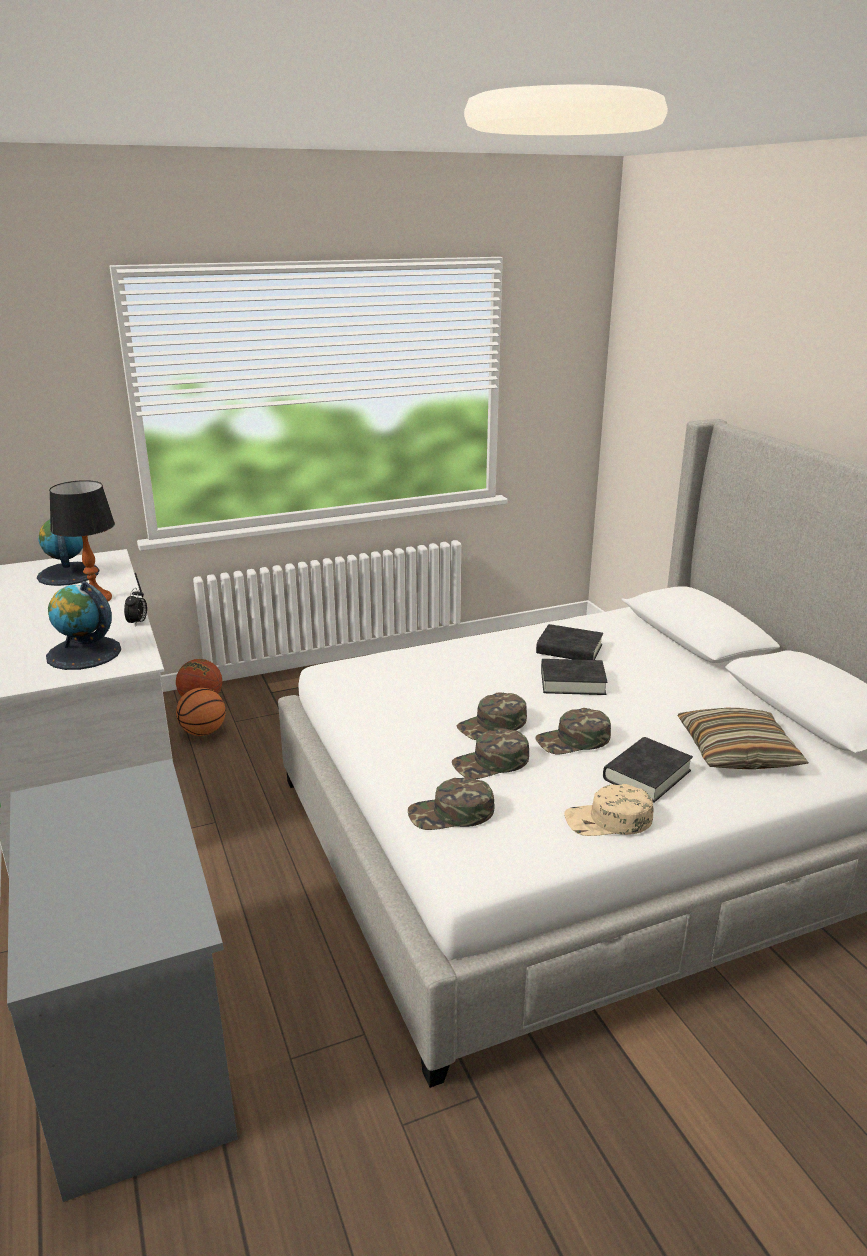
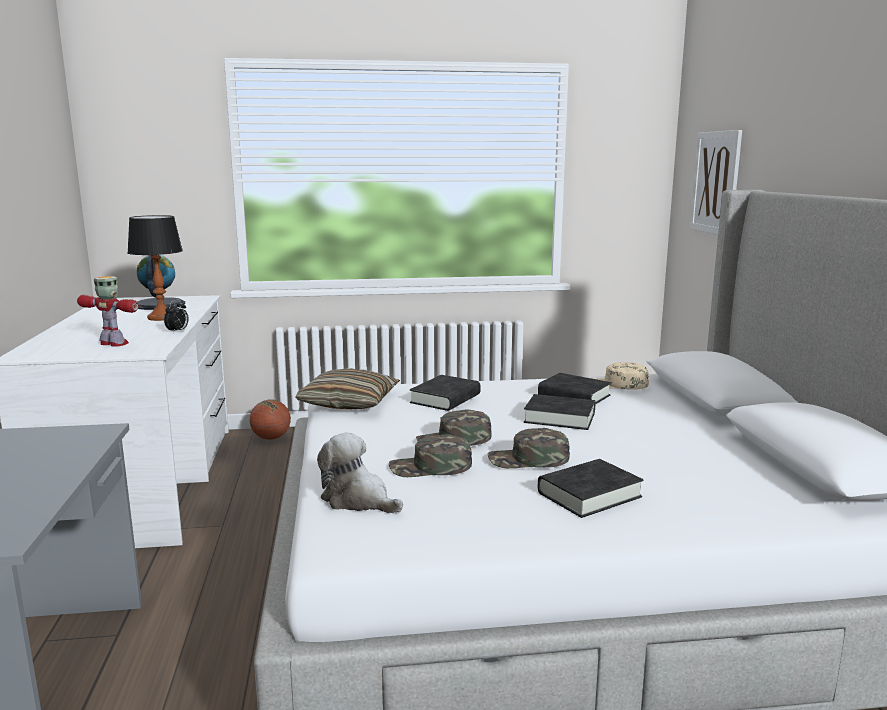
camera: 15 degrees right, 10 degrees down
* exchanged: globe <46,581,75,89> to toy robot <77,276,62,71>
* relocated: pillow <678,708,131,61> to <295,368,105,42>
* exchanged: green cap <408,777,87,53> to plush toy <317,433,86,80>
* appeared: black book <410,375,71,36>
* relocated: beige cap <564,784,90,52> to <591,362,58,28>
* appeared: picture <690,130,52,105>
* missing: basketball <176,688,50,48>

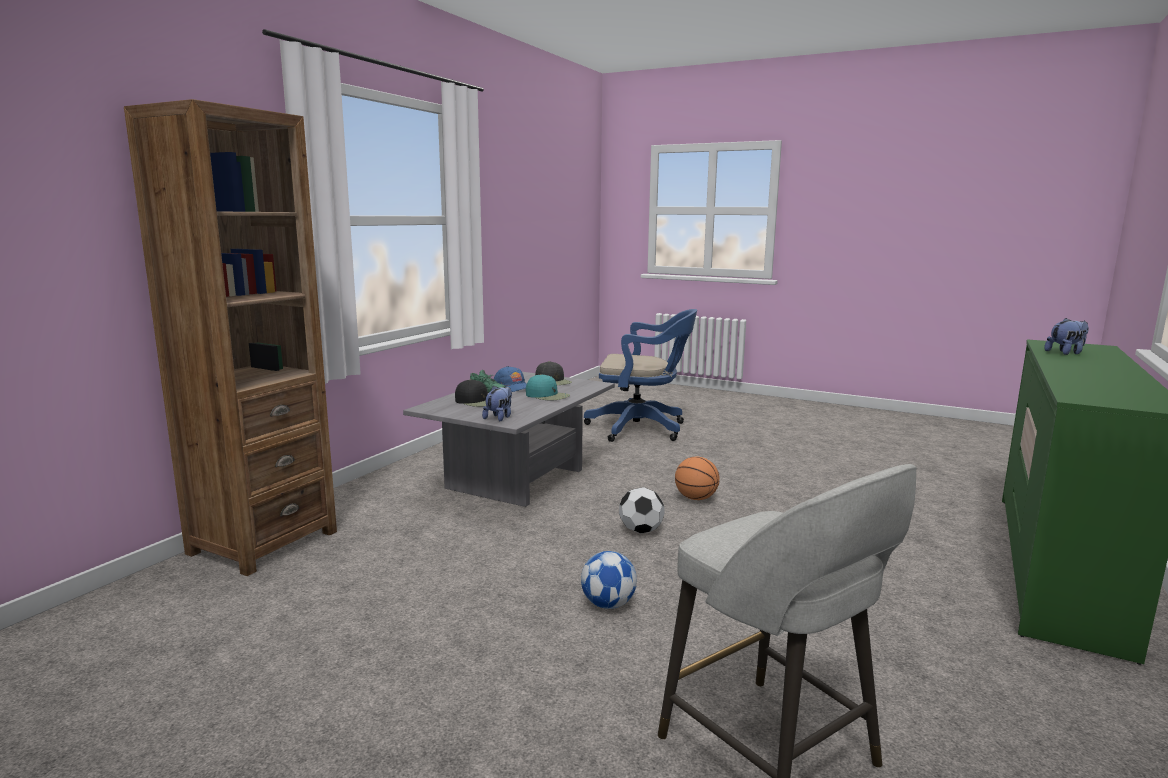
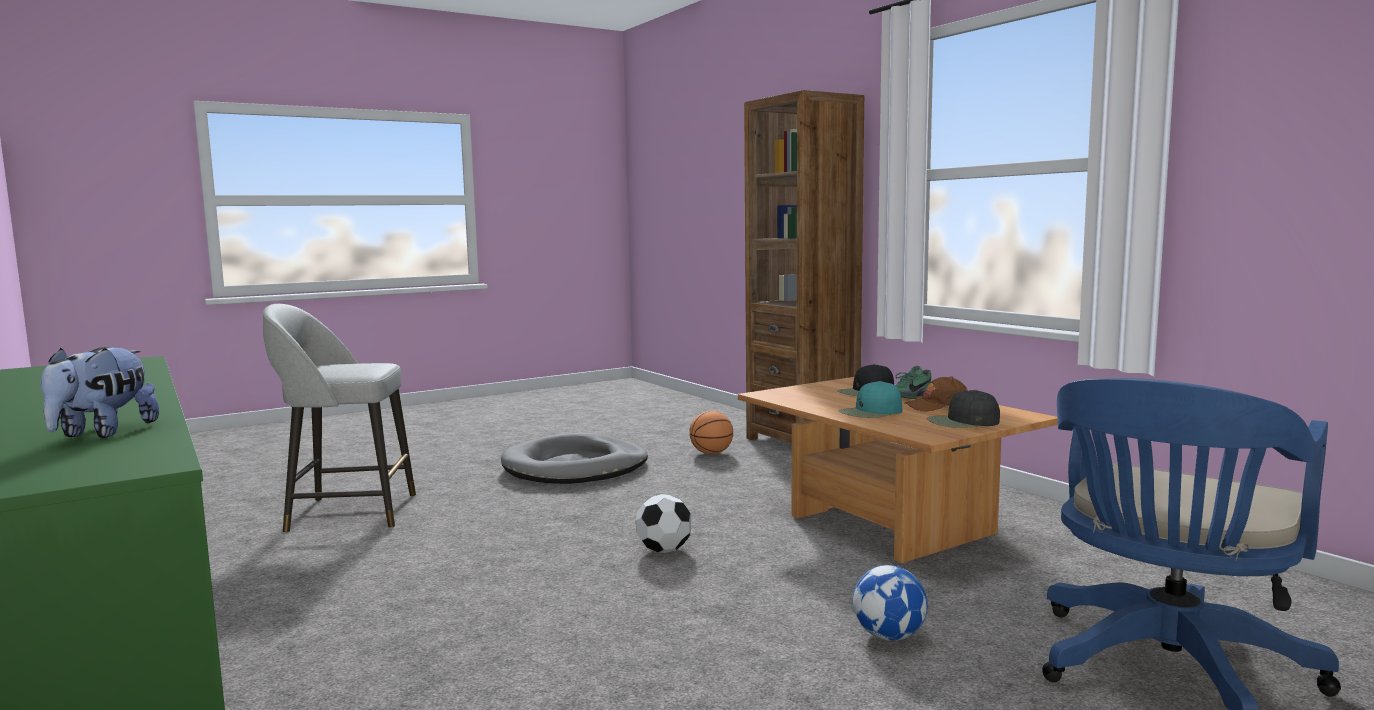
camera: 120 degrees right, 5 degrees down
* appeared: grey dog bed <501,433,147,51>
* relocated: basketball <675,457,45,43> to <689,411,44,43>
* colour: grey coffee table <403,372,212,135> to brown coffee table <738,377,320,186>
* relocated: football <581,551,56,58> to <853,565,75,76>
* colour: blue cap <494,366,32,26> to brown cap <905,376,63,36>
* missing: plush toy <482,385,30,36>

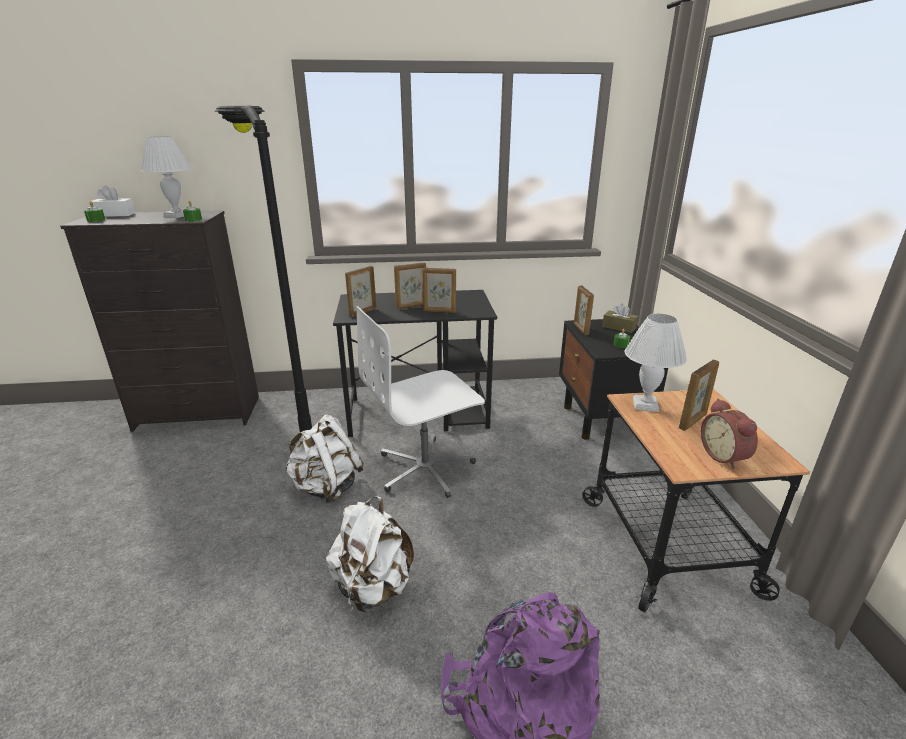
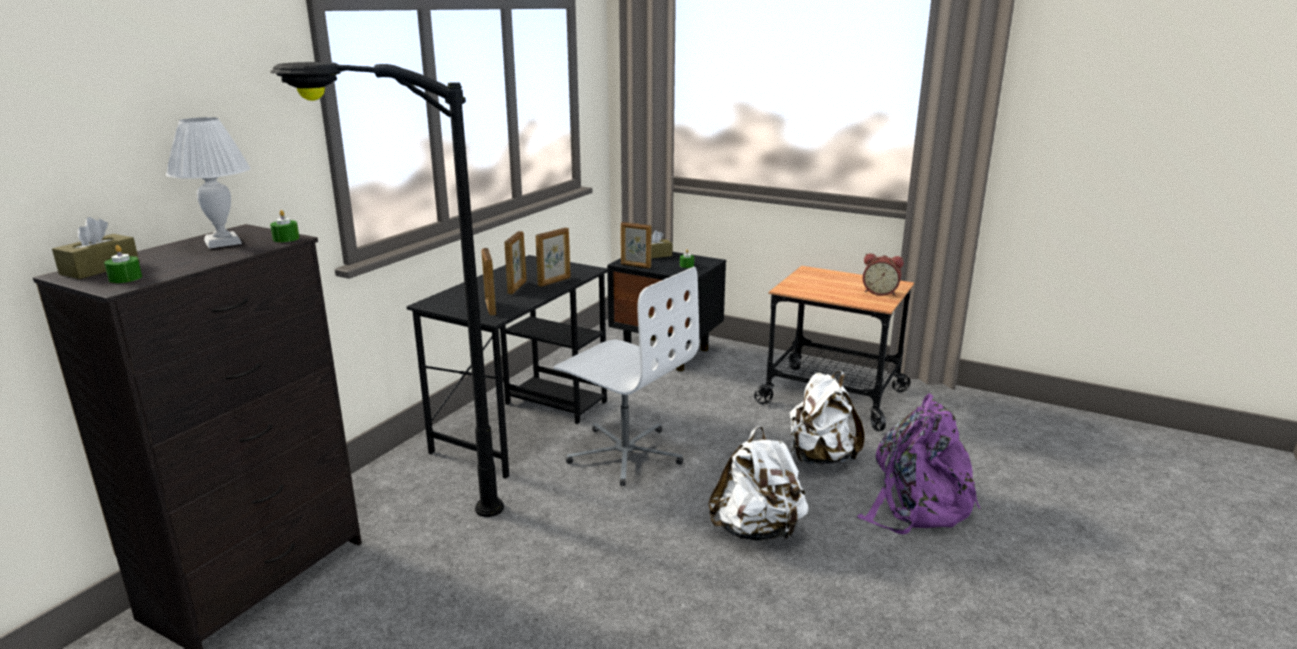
camera: 55 degrees left, 5 degrees down
* colour: white tissue box <89,185,46,32> to brown tissue box <52,217,87,62>
* spun: white office chair <356,306,129,192> = <554,267,145,219> 60 degrees counterclockwise
* relocated: white backpack <284,414,80,90> to <790,371,75,94>
* missing: white table lamp <625,313,62,99>
* missing: picture frame <679,360,40,71>

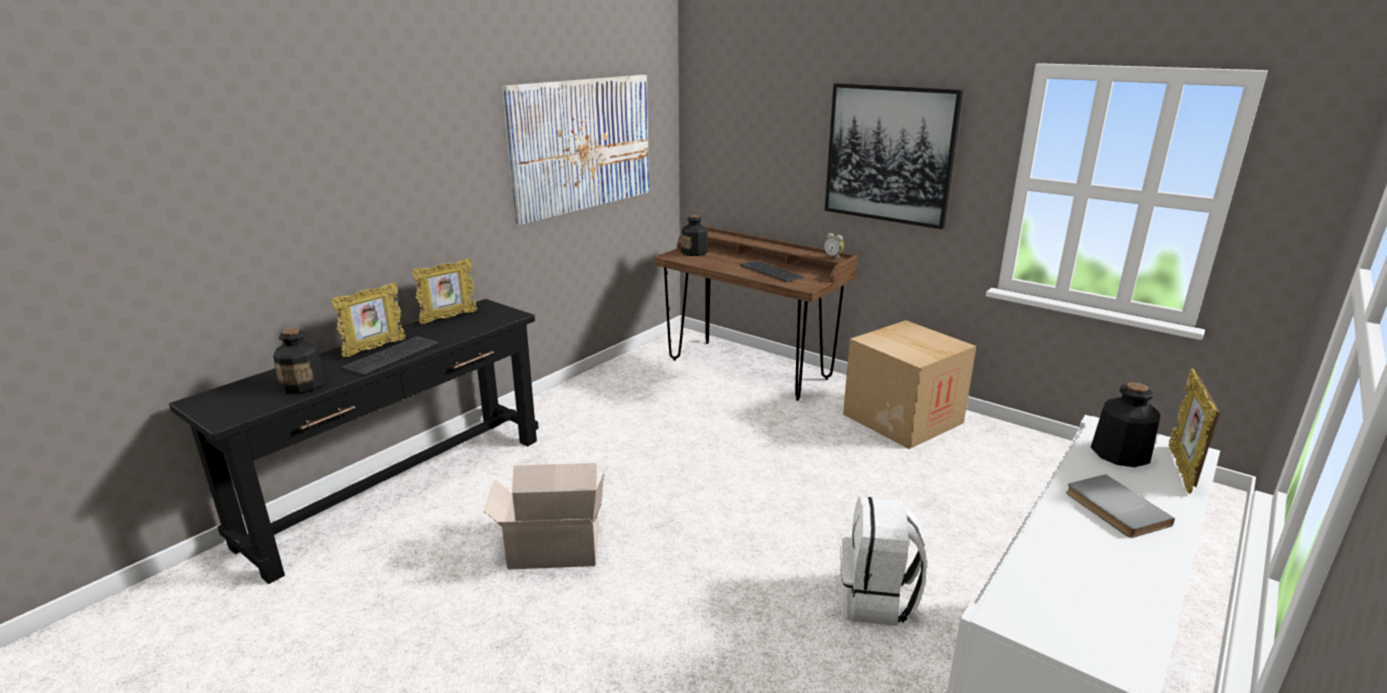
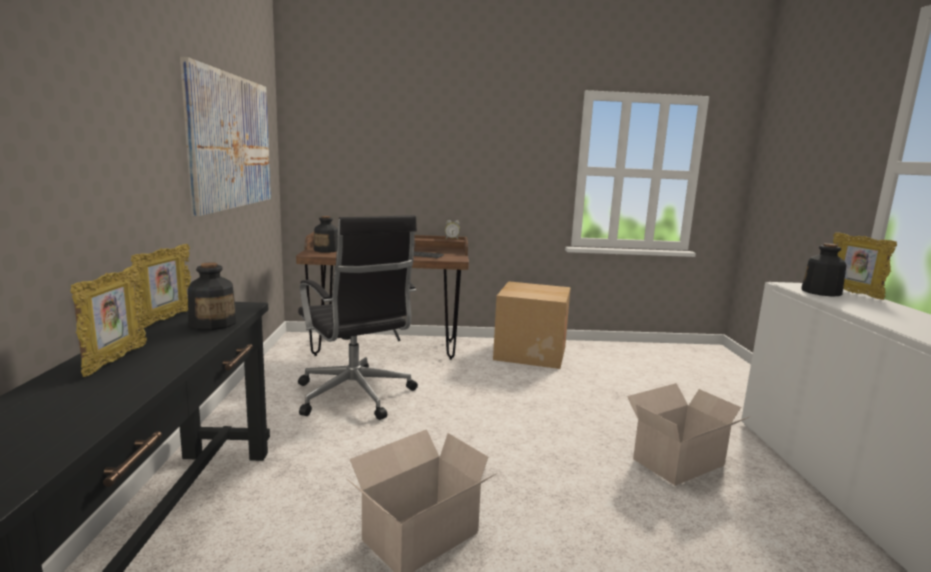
camera: 40 degrees left, 10 degrees down
* relocated: bottle <273,328,53,66> to <188,262,49,68>
* appeared: black office chair <298,215,120,205>
* exchanged: white backpack <840,497,87,129> to cardboard box <627,383,124,103>
* missing: keyboard <342,336,97,39>
* missing: picture <825,83,138,146>
* missing: grey book <1066,474,109,64>

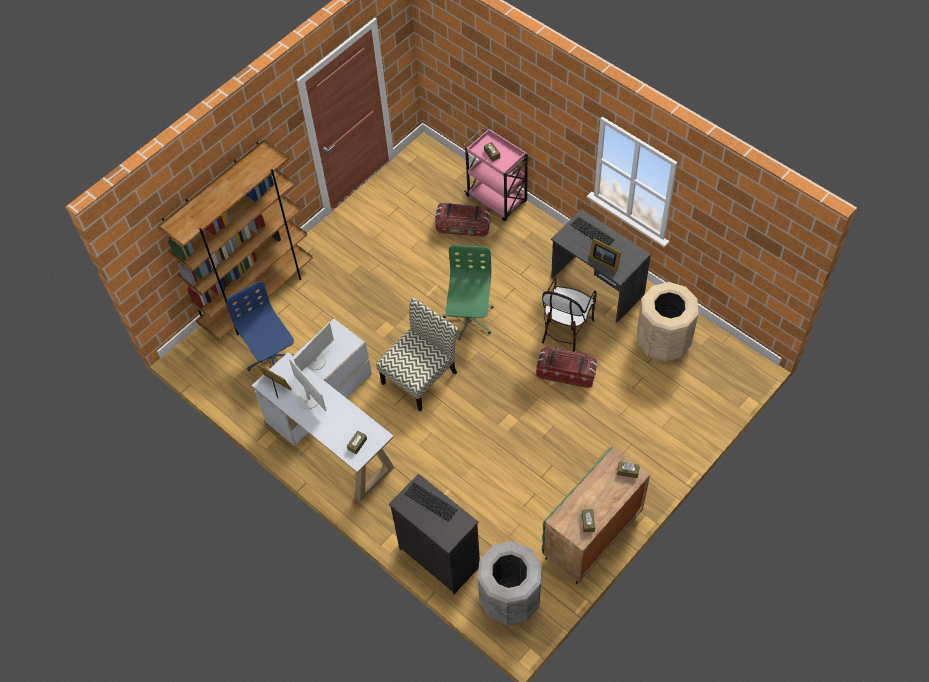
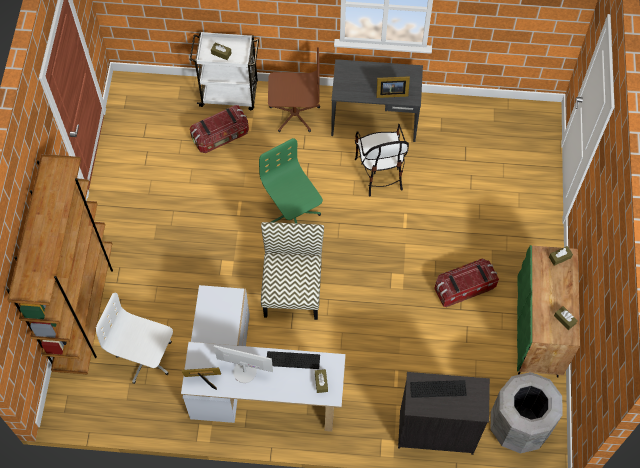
camera: 40 degrees left, 5 degrees up
* colour: blue office chair <226,281,69,90> to white office chair <96,293,77,91>
* colour: pink cart <463,128,67,93> to white cart <190,31,69,79>
* relocated: keyboard <570,217,45,29> to <267,351,53,18>
* appeared: brown office chair <268,47,52,85>
* relocated: storage box <536,346,61,42> to <434,259,65,48>
* missing: monitor <294,322,40,49>
* missing: beige trash can <637,282,61,80>

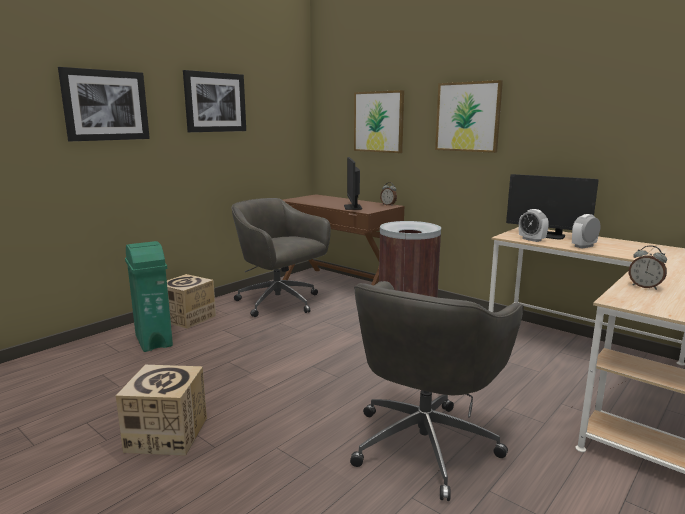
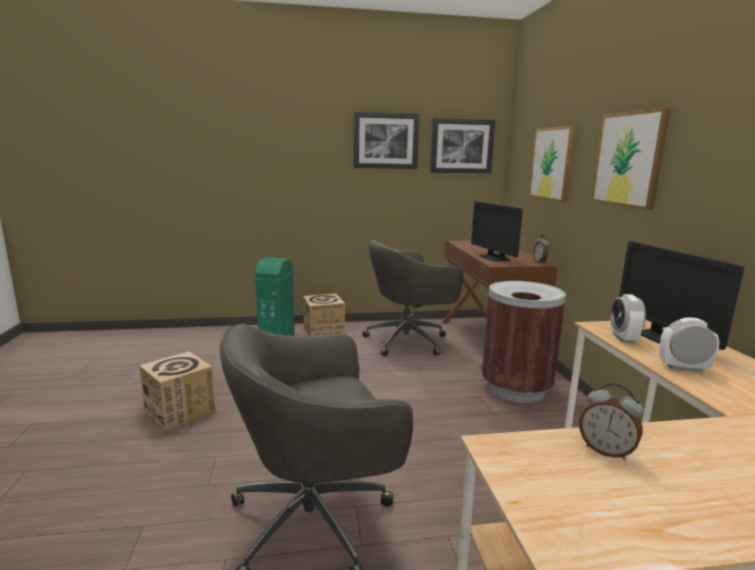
camera: 40 degrees right, 0 degrees up
* spun: grey office chair <231,198,100,119> = <362,240,102,116> 105 degrees counterclockwise
* relocated: picture <58,67,92,74> to <430,118,65,56>
* spun: monitor <344,157,18,53> = <471,201,52,60> 60 degrees counterclockwise
* spun: alarm clock <629,245,38,45> = <579,383,64,77> 45 degrees counterclockwise

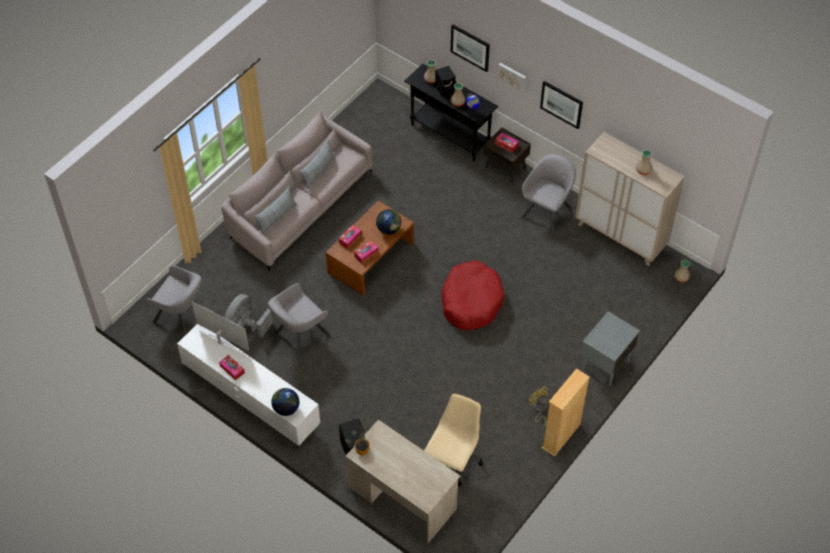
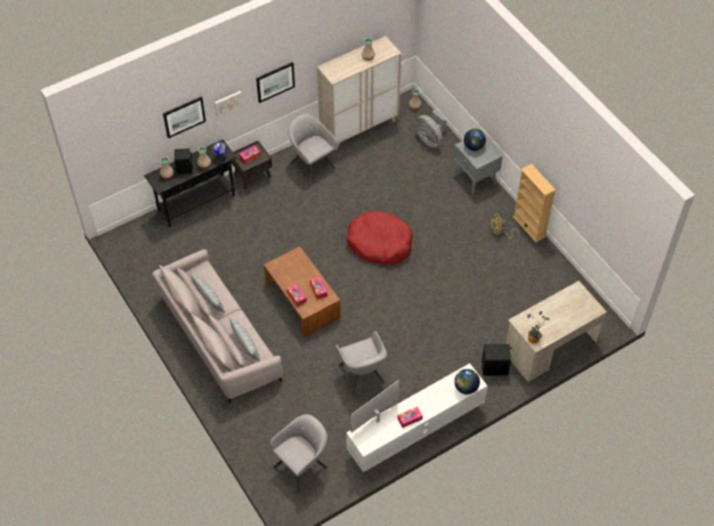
camera: 70 degrees left, 0 degrees up
* relocated: grey fan <224,294,49,44> to <415,110,31,37>
* relocated: globe <376,209,25,26> to <464,129,22,22>
* missing: beige office chair <424,394,59,92>

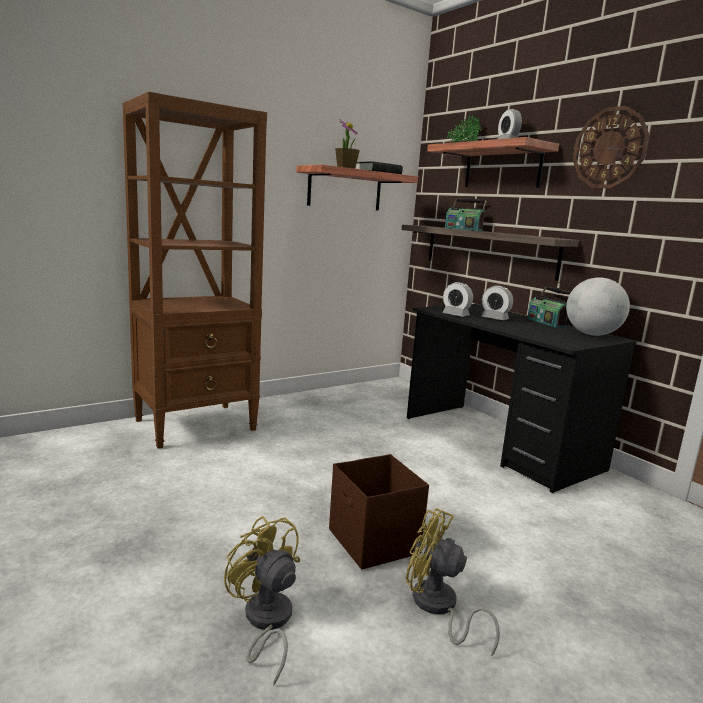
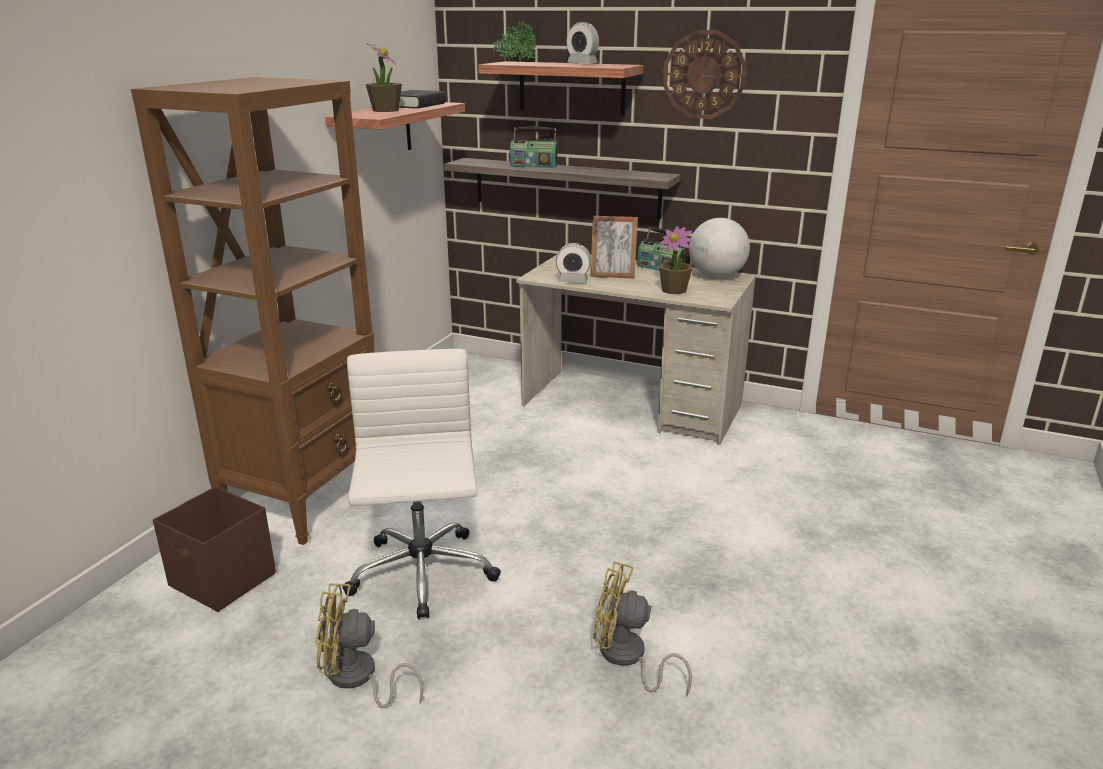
camera: 30 degrees left, 10 degrees up
* relocated: brown storage box <329,454,100,116> to <153,486,123,126>
* relocated: yellow fan <406,508,94,149> to <315,583,109,125>
* appeared: white office chair <342,349,159,270>
* colour: black desk <407,304,230,189> to beige desk <516,255,240,190>
* exchanged: alarm clock <482,285,31,35> to picture frame <591,216,47,63>
* appeared: potted plant <659,226,35,68>

